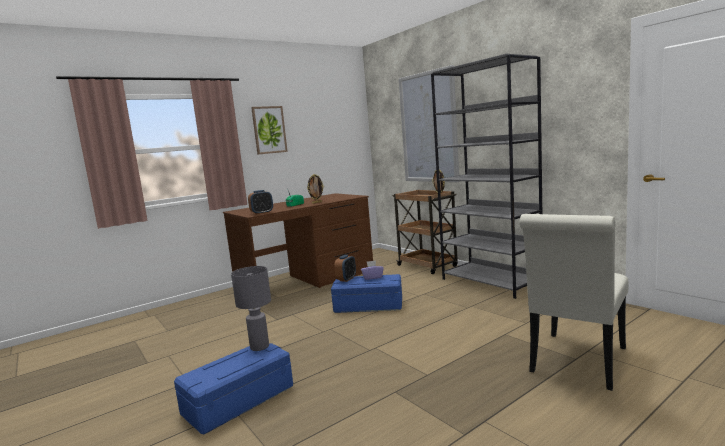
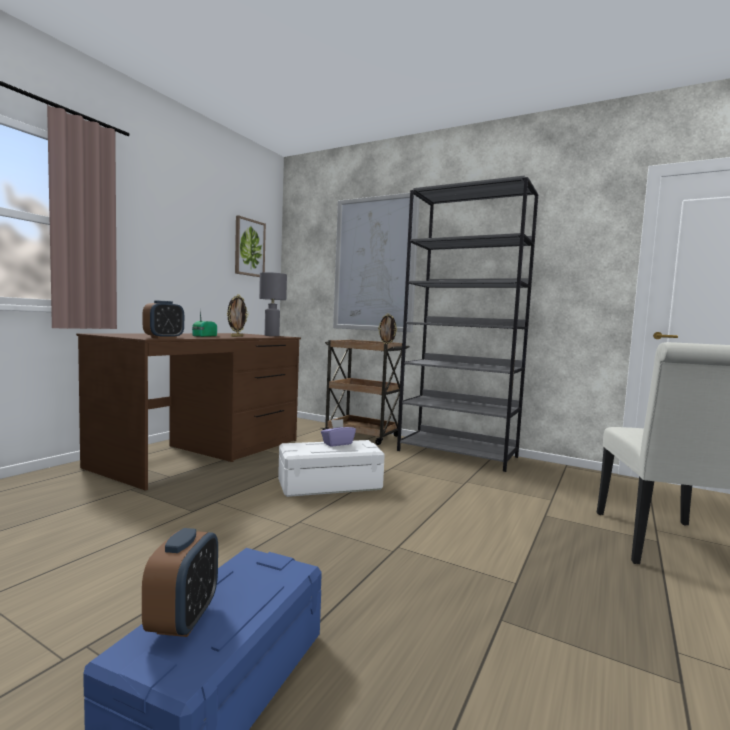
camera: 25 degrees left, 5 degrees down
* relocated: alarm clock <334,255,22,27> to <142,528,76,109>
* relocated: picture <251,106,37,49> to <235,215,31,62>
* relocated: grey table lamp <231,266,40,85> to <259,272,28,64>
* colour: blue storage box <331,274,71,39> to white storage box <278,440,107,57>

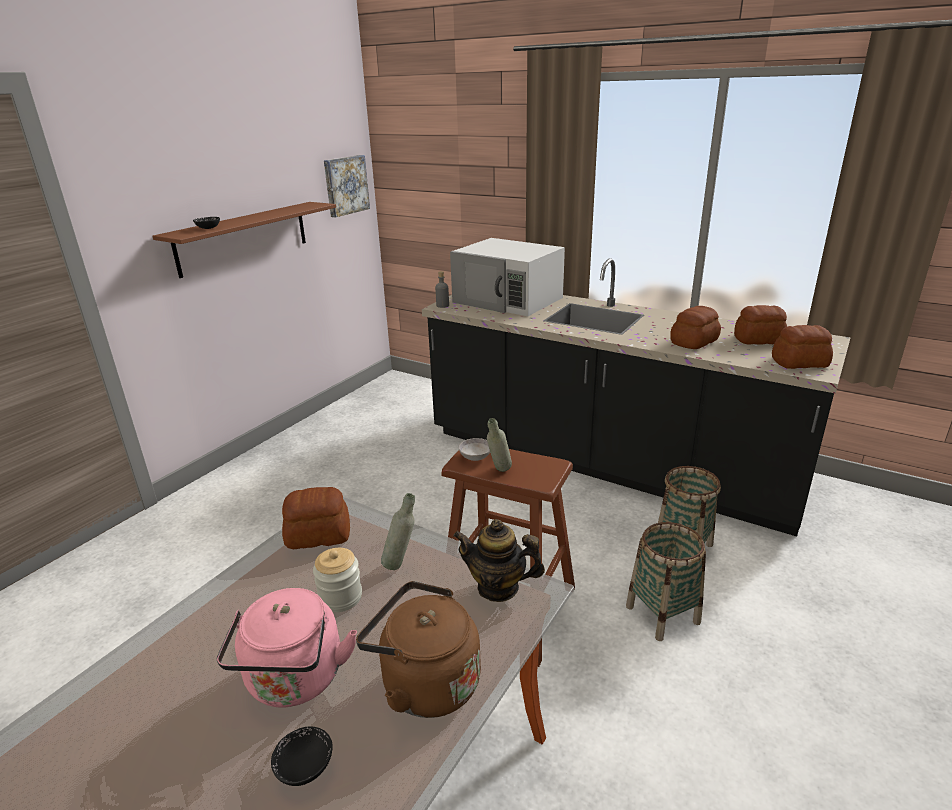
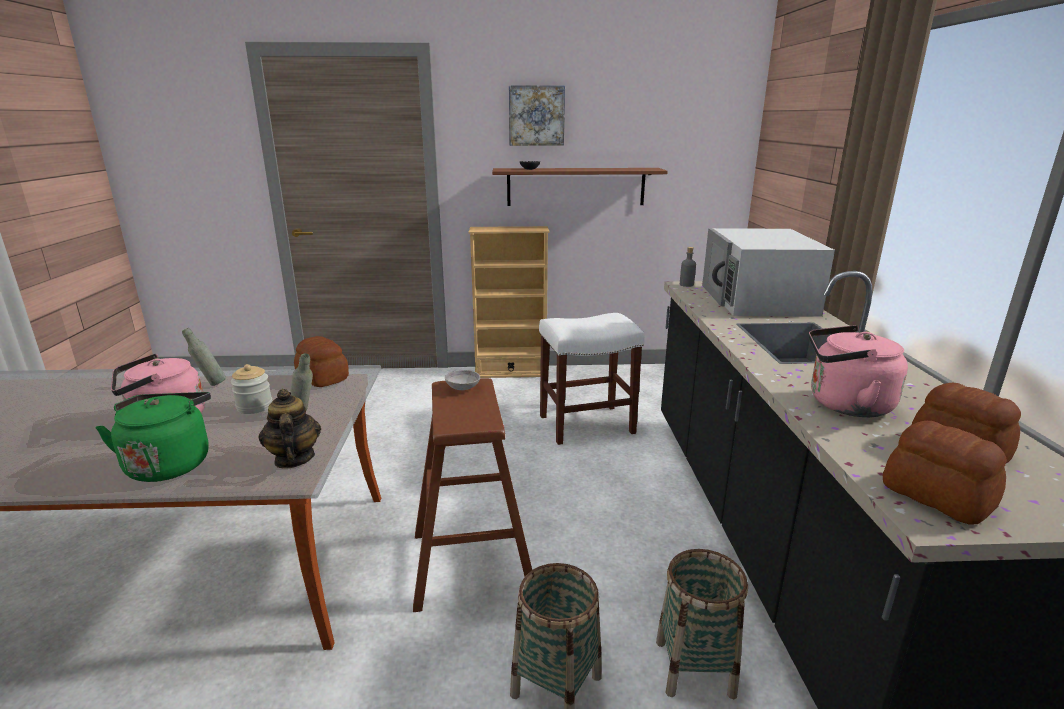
camera: 55 degrees right, 5 degrees down
* colour: brown kettle <356,581,125,137> to green kettle <96,392,115,90>
* relocated: grey bottle <487,418,25,54> to <182,328,44,58>
* appeared: beige bookcase <469,226,81,152>
* relocated: picture <324,155,46,62> to <509,85,56,61>
* appeared: white stool <539,313,106,132>
* exchanged: bread <670,306,51,43> to pink kettle <809,325,99,92>
* missing: black bowl <271,727,62,59>

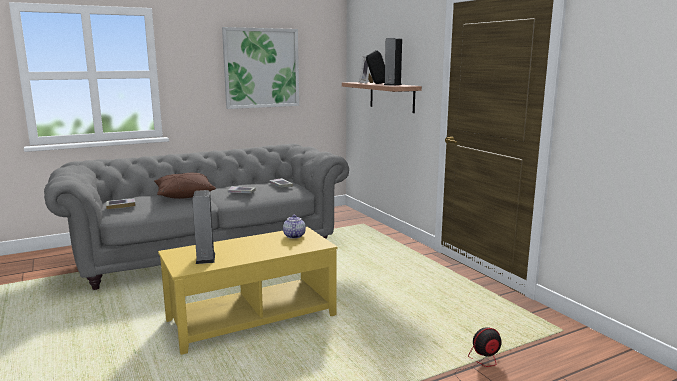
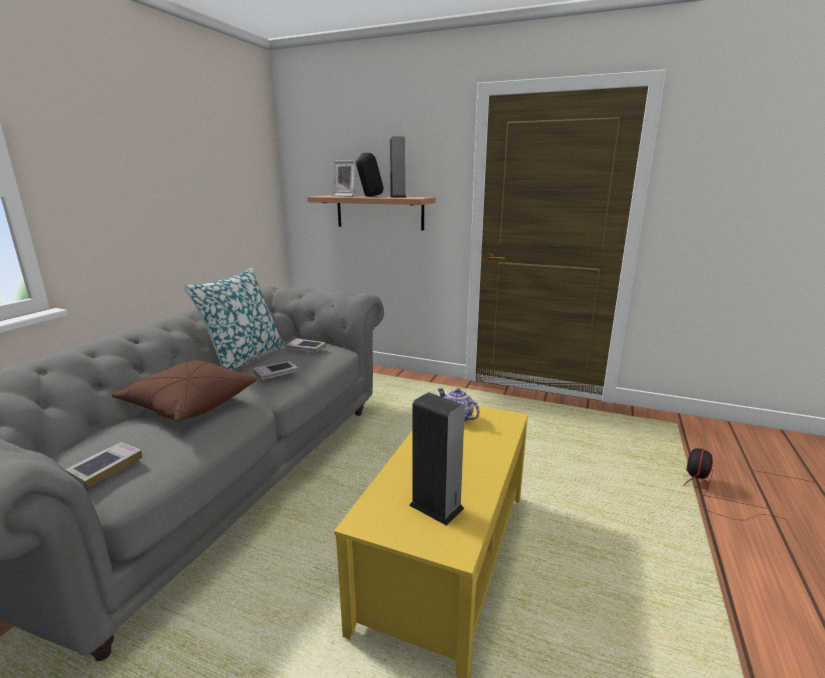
camera: 40 degrees left, 5 degrees up
* appeared: pillow <184,268,101,103>
* missing: picture <222,27,77,82>

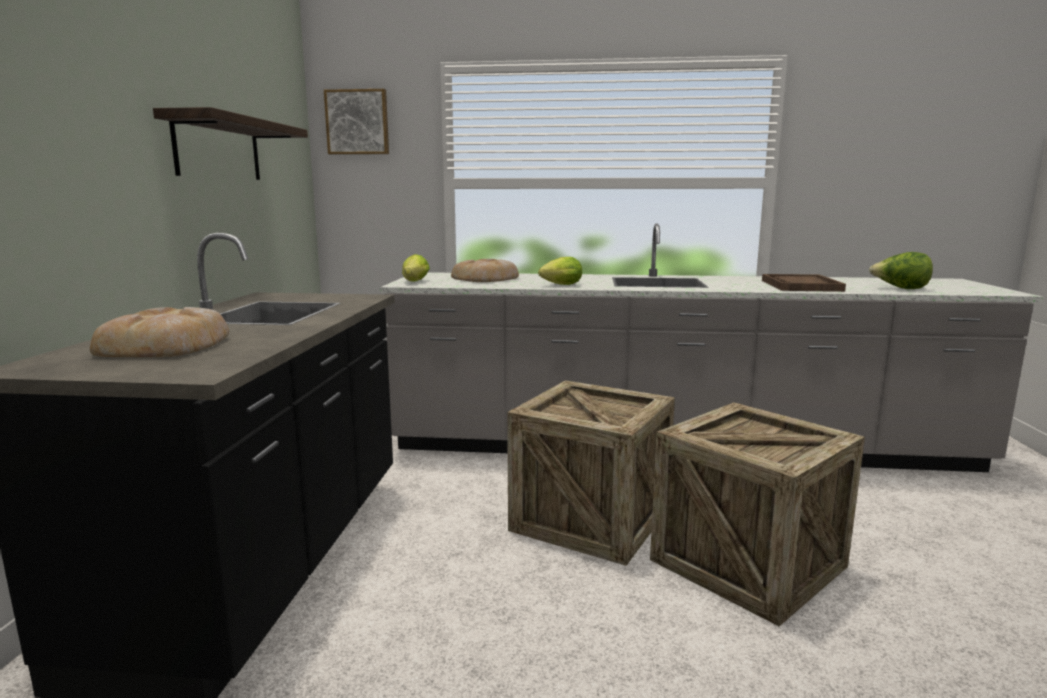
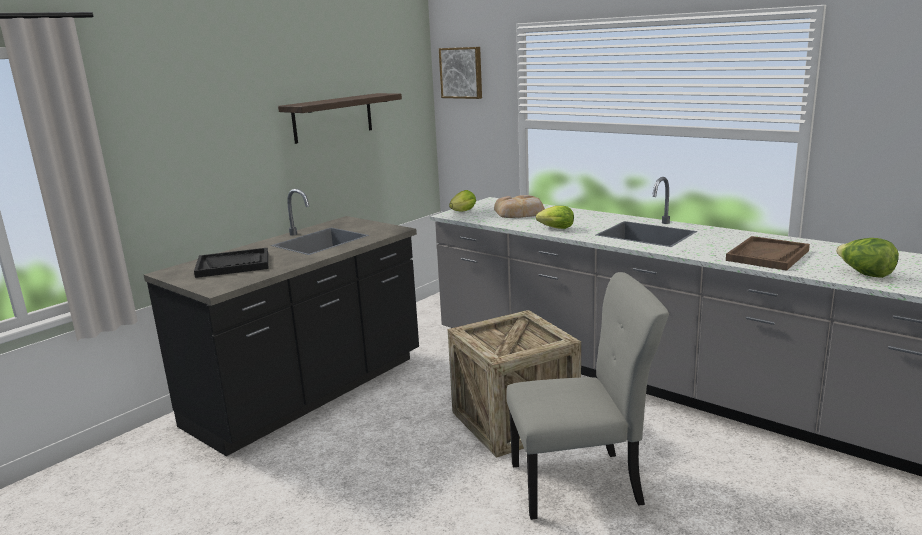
camera: 35 degrees right, 5 degrees up
* exchanged: bread <90,307,139,50> to black tray <194,248,74,30>
* exchanged: crate <650,402,215,224> to grey chair <506,272,163,248>

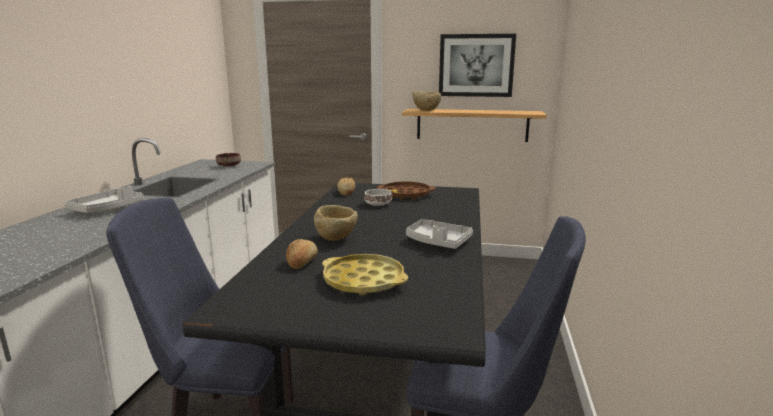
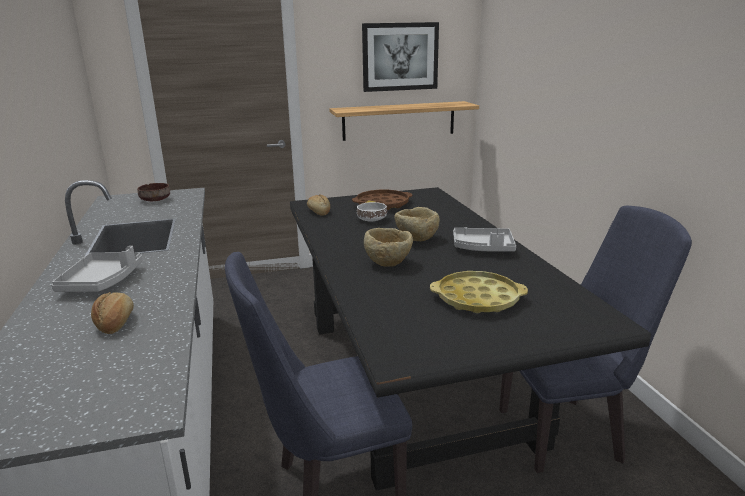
camera: 25 degrees left, 5 degrees up
* relocated: bread <286,239,32,30> to <91,292,43,42>
* relocated: beige bowl <412,91,29,20> to <394,207,46,34>

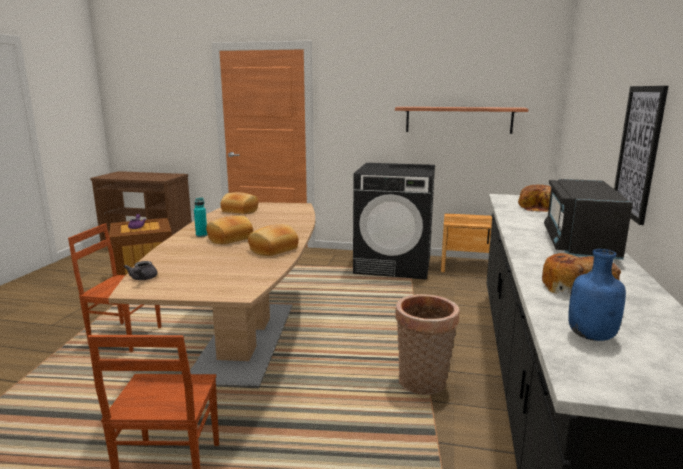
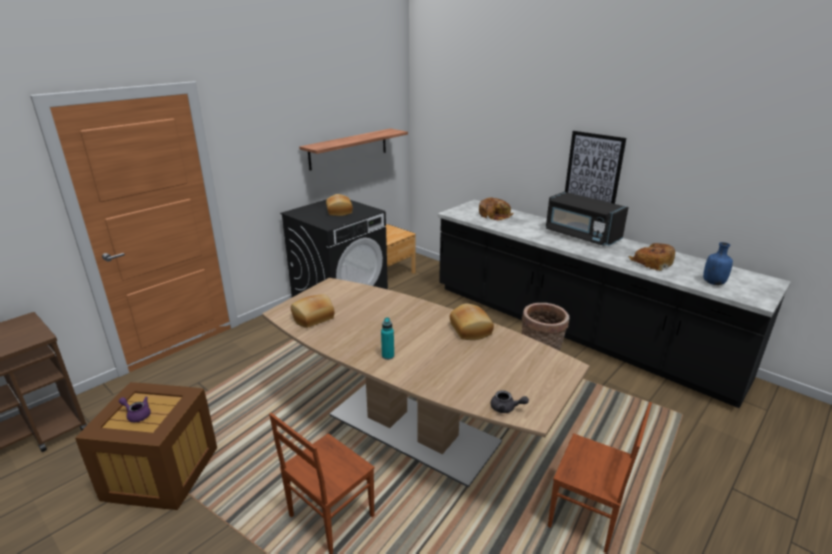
camera: 60 degrees left, 10 degrees up
* relocated: bread <206,216,47,28> to <326,194,27,22>

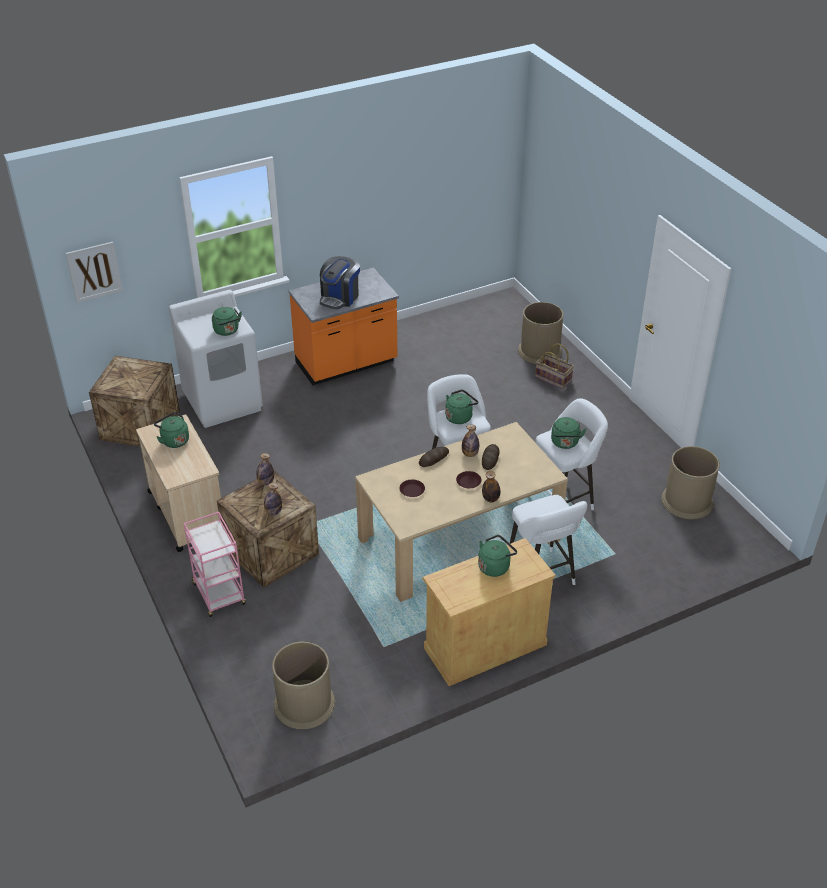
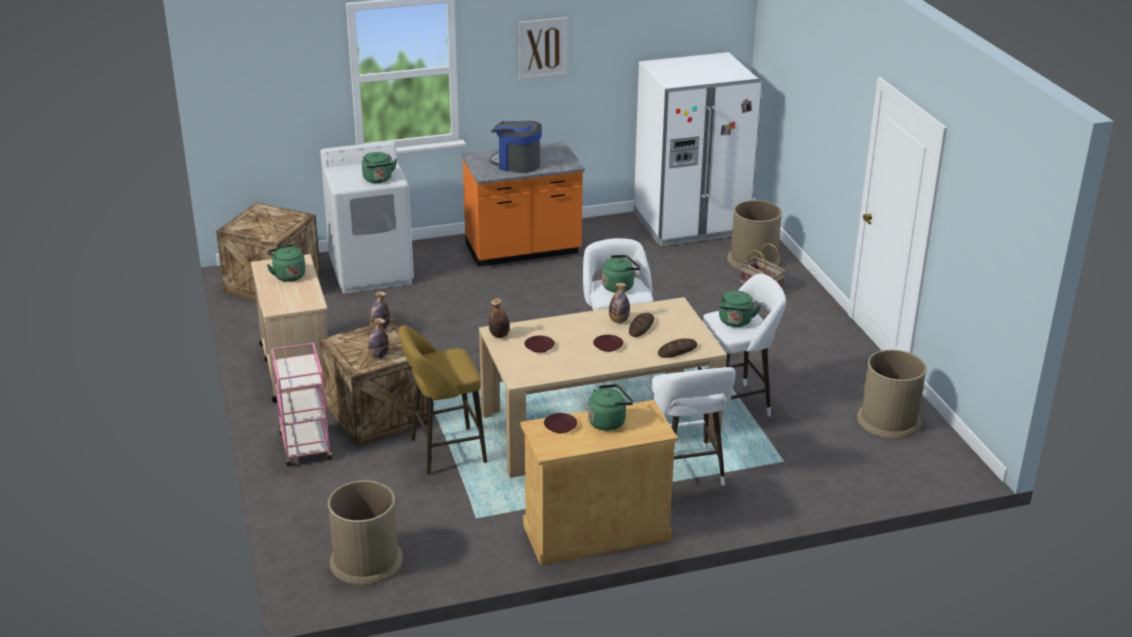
camera: 10 degrees right, 10 degrees down
* appeared: yellow stool <399,325,88,150>
* spun: coffee machine <320,256,40,54> = <489,121,53,52> 75 degrees clockwise
* relocated: bottle <482,471,18,31> to <489,298,21,40>
* relocated: picture <66,242,57,61> to <519,17,49,64>
* appeared: brown plate <544,413,33,20>
* appeared: white fridge <634,52,128,194>
* relocated: bread <419,447,30,20> to <658,339,39,19>

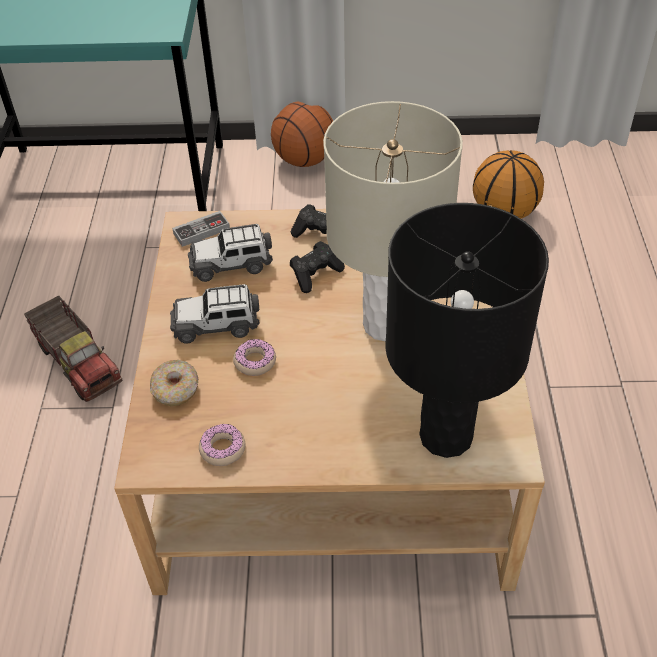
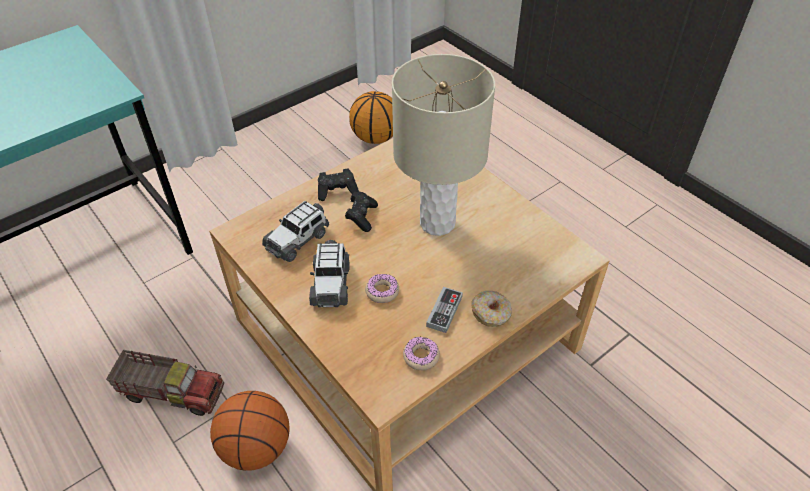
camera: 40 degrees left, 0 degrees up
* relocated: basketball <271,101,62,66> to <210,391,80,80>
* spun: toy car <170,284,90,60> = <309,240,41,67> 45 degrees counterclockwise
* relocated: game controller <172,211,58,36> to <426,287,37,46>
* relocated: donut <150,360,48,47> to <472,291,40,36>
* missing: black table lamp <385,203,164,255>

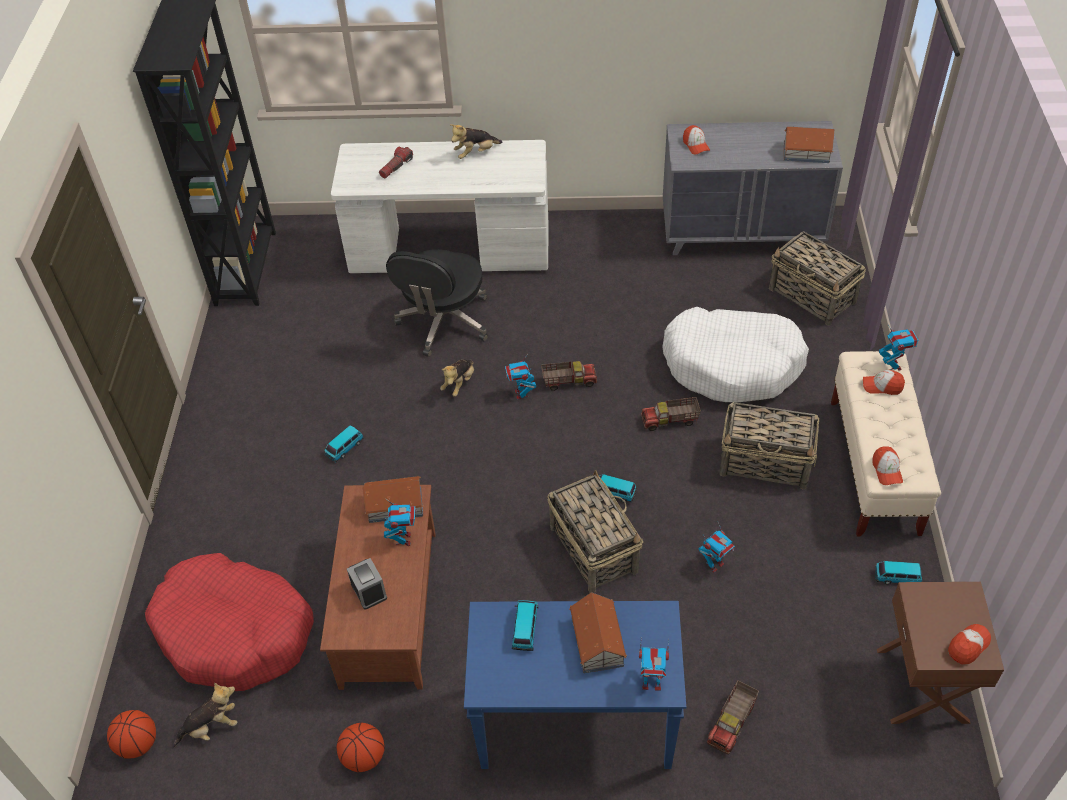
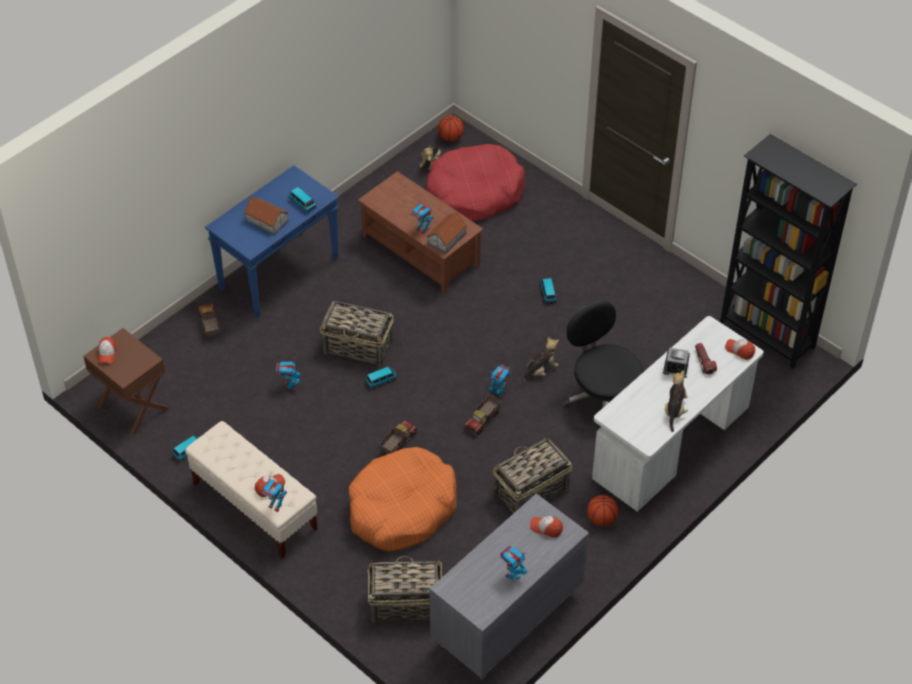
camera: 130 degrees right, 0 degrees up
* colour: white dog bed <662,307,147,95> to orange dog bed <349,447,107,104>
* relocated: basket <720,402,99,88> to <493,435,79,78>
* relocated: toy robot <639,638,30,53> to <500,545,27,36>
* spun: plush toy <440,359,34,38> = <522,337,37,47> 75 degrees clockwise
* relocated: basketball <337,723,48,49> to <587,495,32,31>
* relocated: alarm clock <347,558,40,51> to <663,347,27,31>
* relocated: cap <872,446,31,39> to <725,339,30,21>
* missing: toy house <784,127,51,36>

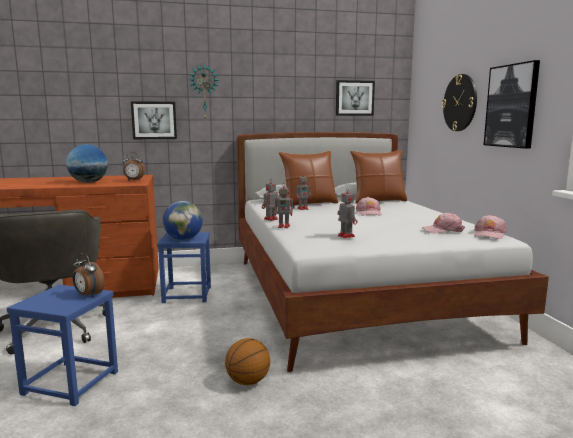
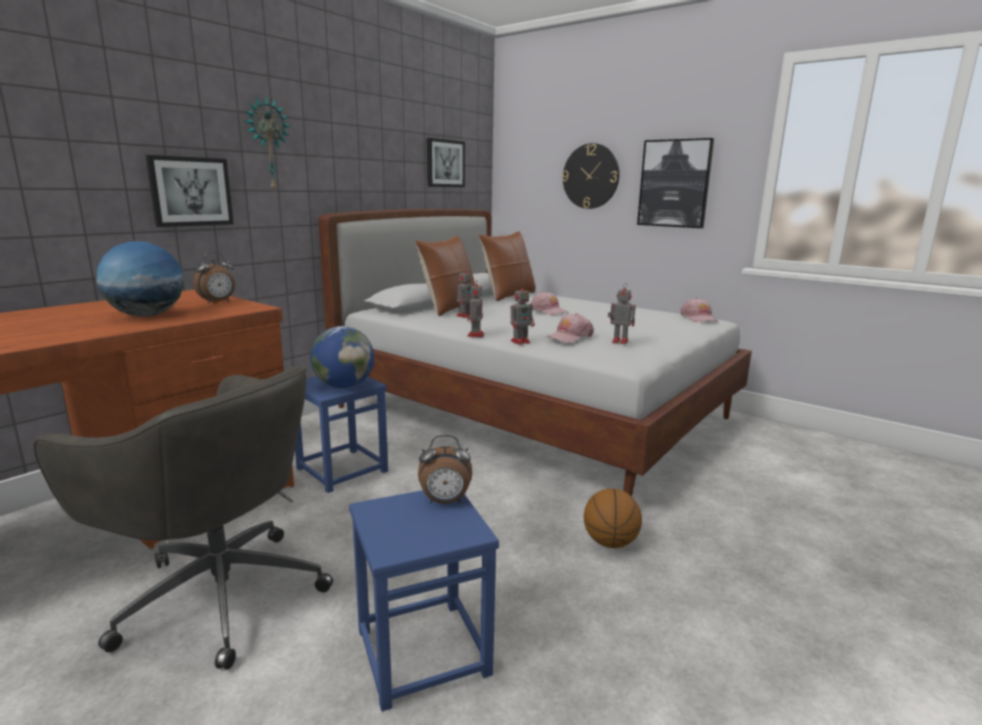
camera: 40 degrees left, 5 degrees up
* relocated: pink cap <422,213,43,21> to <546,313,48,30>

